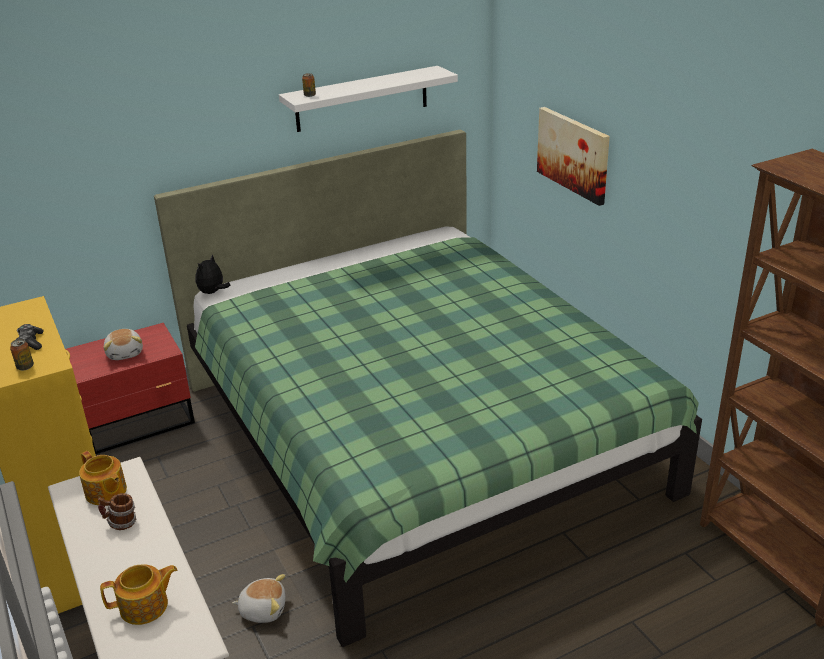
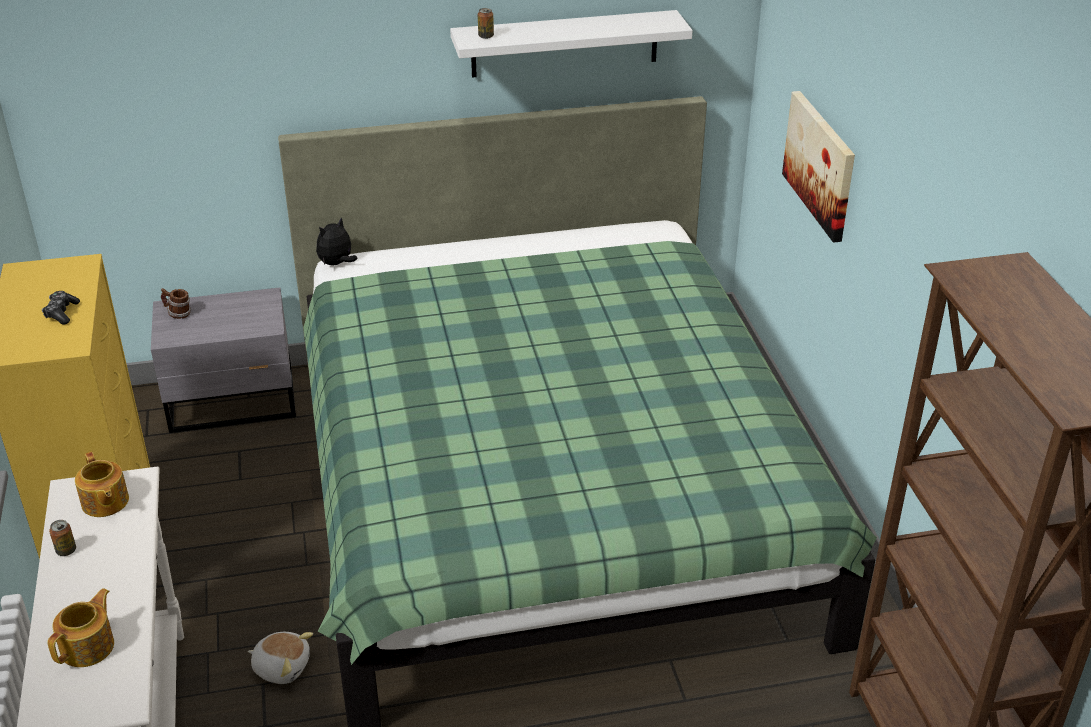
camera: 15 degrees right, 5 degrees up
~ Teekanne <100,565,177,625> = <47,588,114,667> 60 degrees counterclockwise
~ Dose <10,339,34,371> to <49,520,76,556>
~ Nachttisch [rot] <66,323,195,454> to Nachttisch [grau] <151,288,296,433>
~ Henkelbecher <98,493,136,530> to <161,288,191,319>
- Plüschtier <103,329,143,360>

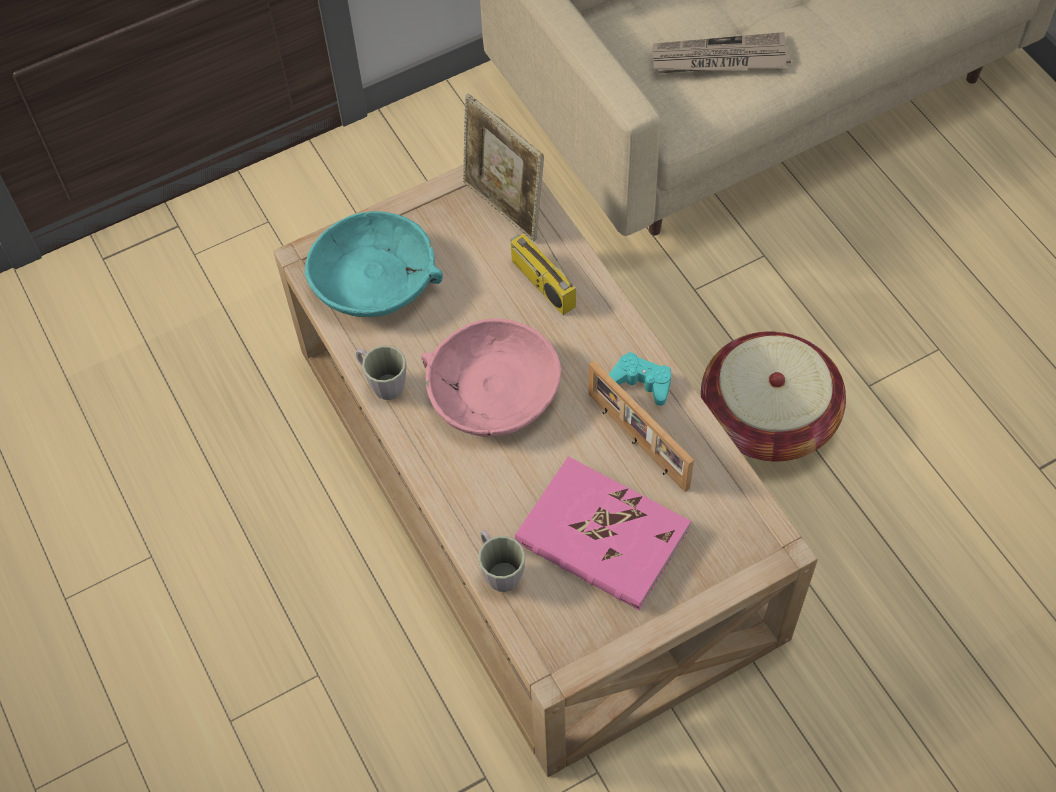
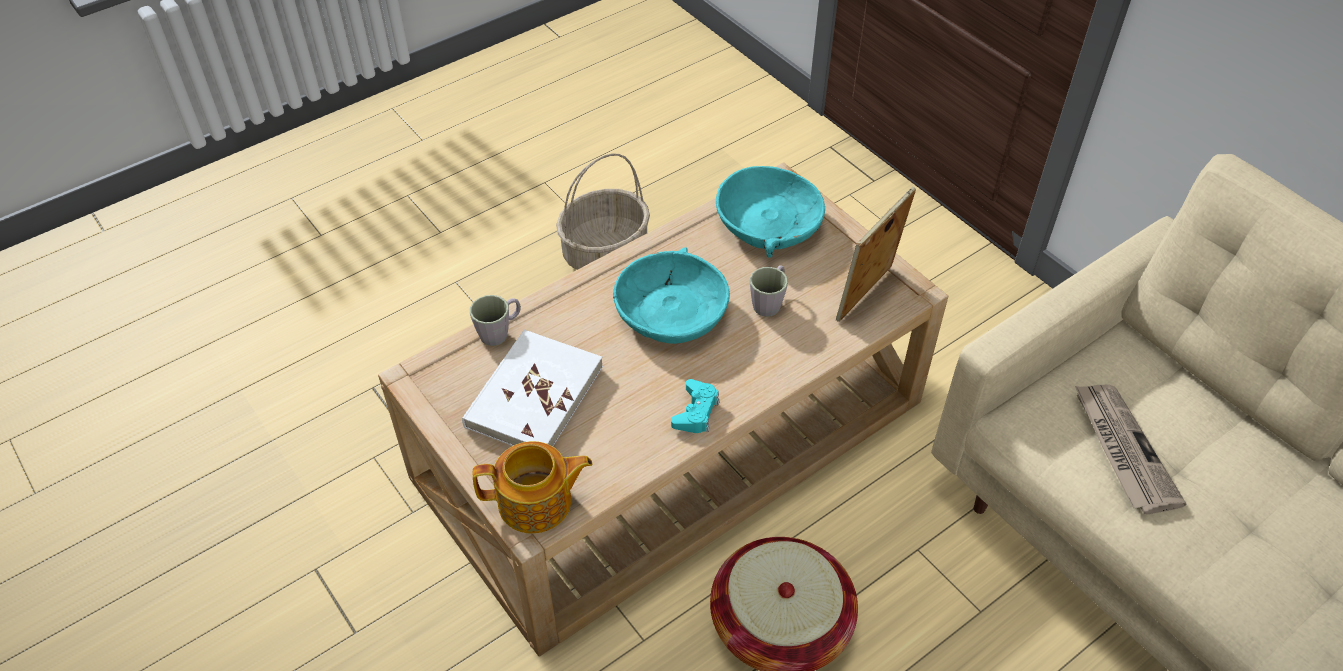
camera: 80 degrees right, 10 degrees down
~ Buch [rosa] <515,456,691,610> to Buch [weiß] <462,329,603,447>
+ Teekanne <473,441,593,534>
+ Korb <556,153,650,270>
~ Schüssel [rosa] <421,318,562,437> to Schüssel [türkis] <613,247,730,344>
~ Henkelbecher [grau] <356,345,406,400> to <750,265,788,317>
- Radio <510,211,576,315>
- Bilderrahmen <589,361,694,492>

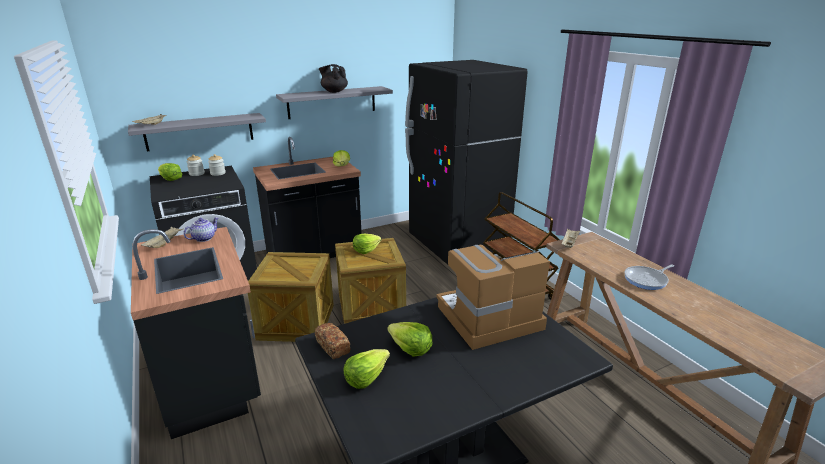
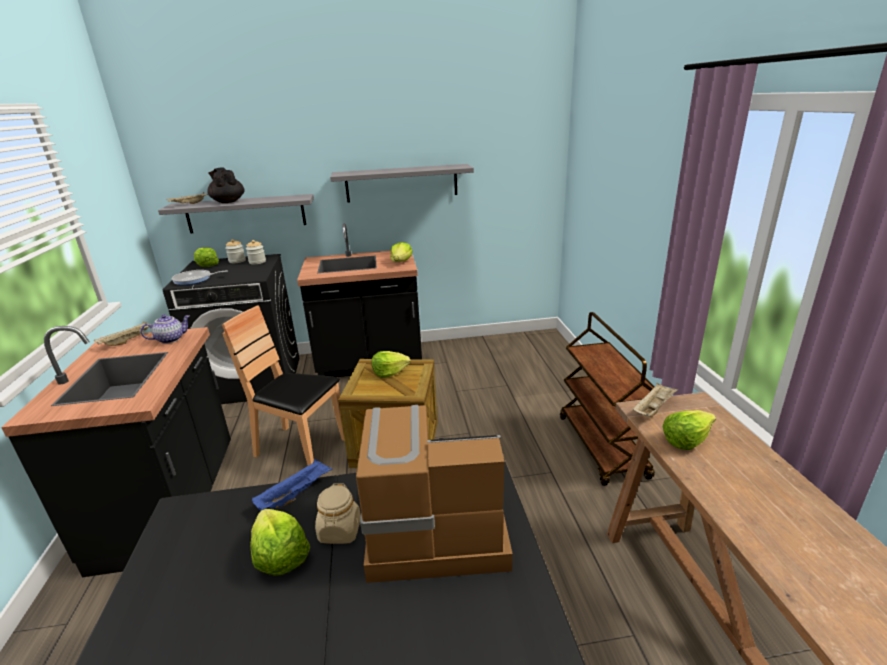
camera: 20 degrees right, 0 degrees up
~ Pfanne <625,264,674,290> to <172,270,228,285>
~ Teekanne [schwarz] <319,64,348,93> to <207,167,244,203>
~ Kiste <248,252,334,342> to Stuhl [braun] <222,305,345,465>
+ Tablett [blau] <252,459,332,511>
+ Vorratsglas [beige] <315,483,361,544>
~ Salatkopf <344,349,390,389> to <663,410,716,450>
- Brot <315,323,350,359>
- Kühlschrank [schwarz] <405,60,528,264>

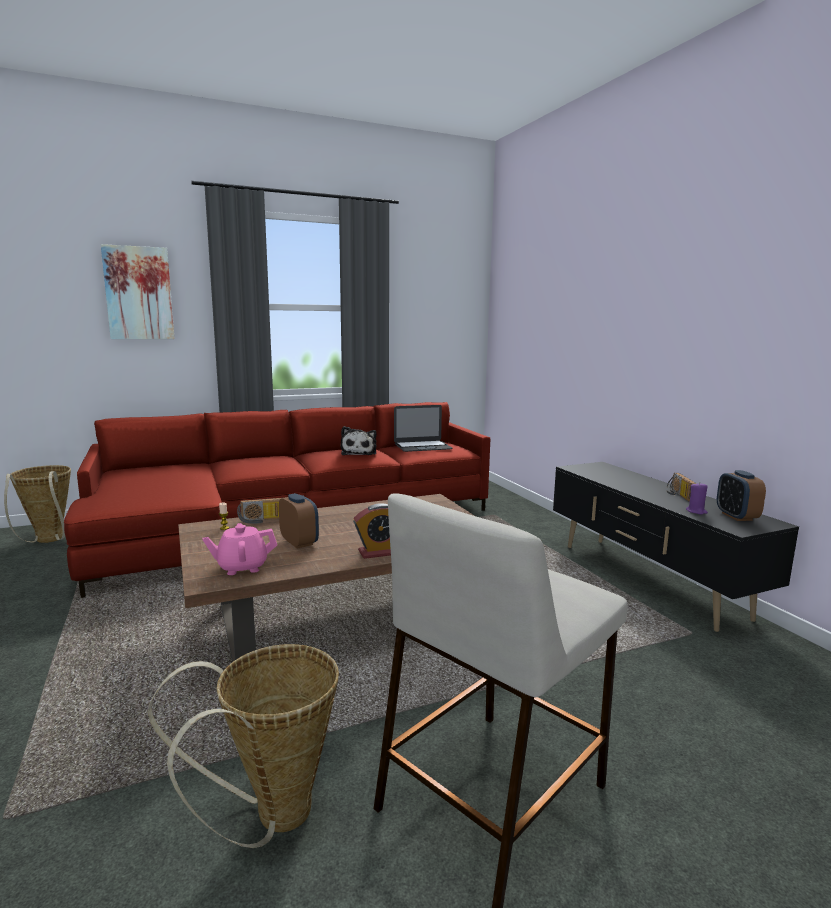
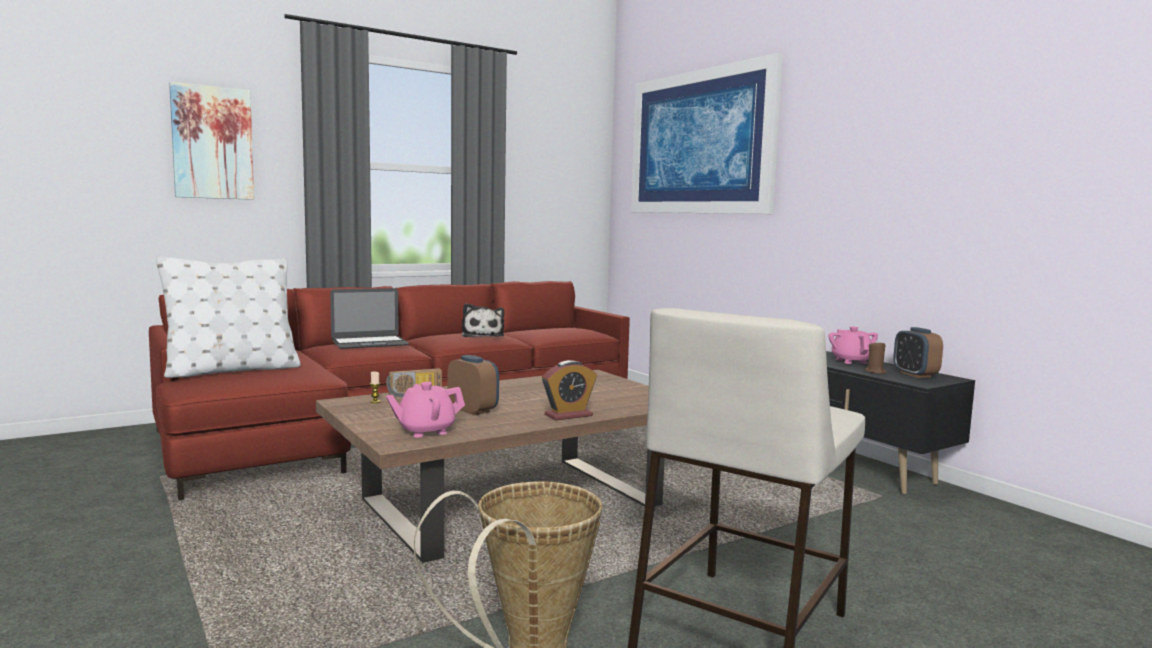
camera: 10 degrees left, 5 degrees down
+ Kissen [weiß] <156,256,300,378>
~ Laptop <394,405,452,452> to <330,288,409,349>
+ Bild <631,53,783,214>
~ Radio <667,473,697,502> to Teekanne [rosa] <828,326,878,364>
~ Kerze [lila] <686,483,708,515> to Kerze [braun] <865,341,887,374>
- Korb <4,465,71,543>

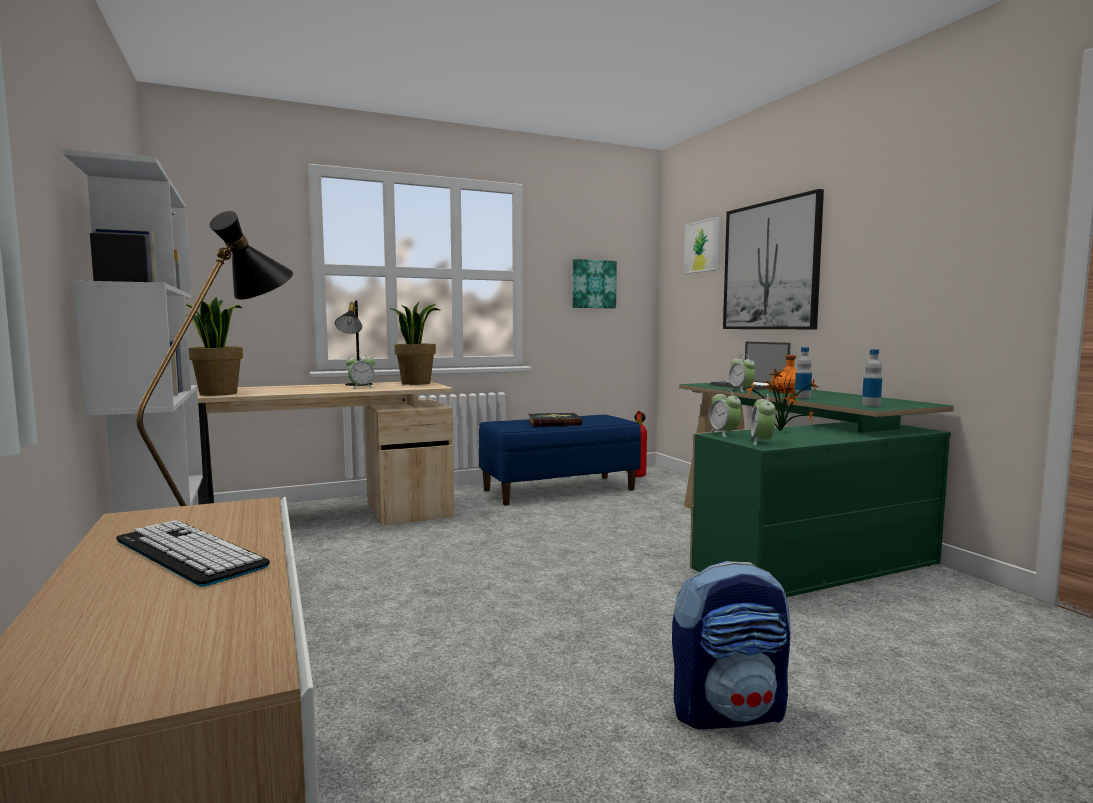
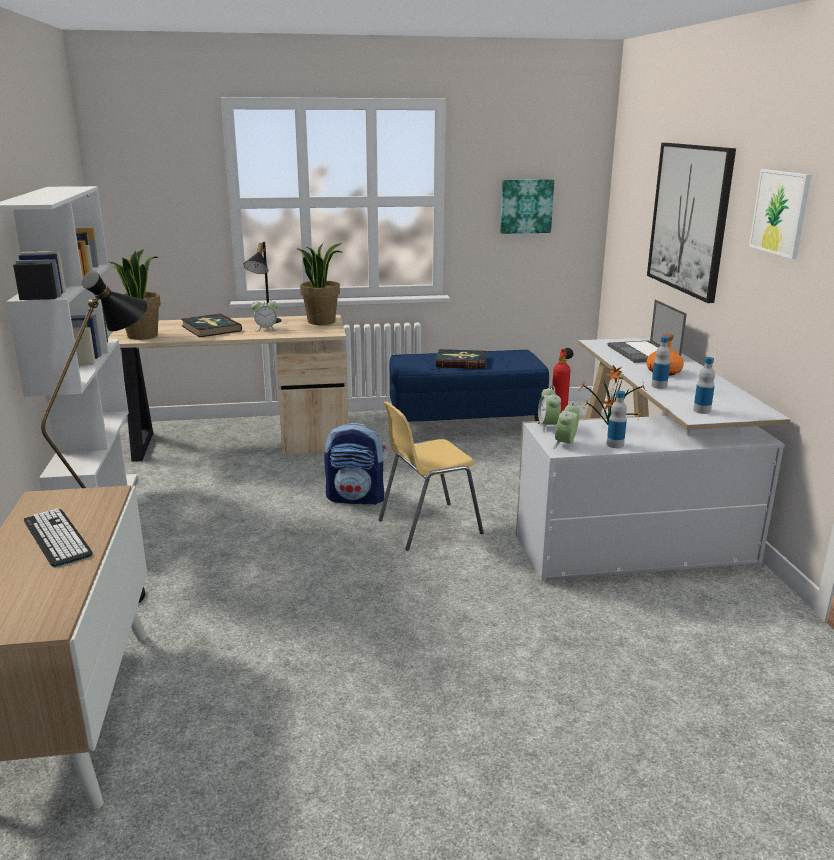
camera: 15 degrees right, 15 degrees up
+ Buch <181,314,242,338>
~ Rucksack <672,561,791,729> to <324,423,386,505>
+ Stuhl [gelb] <379,401,484,551>
~ Schreibtisch [grün] <679,383,954,597> to Schreibtisch [weiß] <516,337,791,581>
+ Flasche <607,391,627,448>
~ Bild <684,217,720,274> to <749,169,811,259>
- Wecker <728,354,755,392>

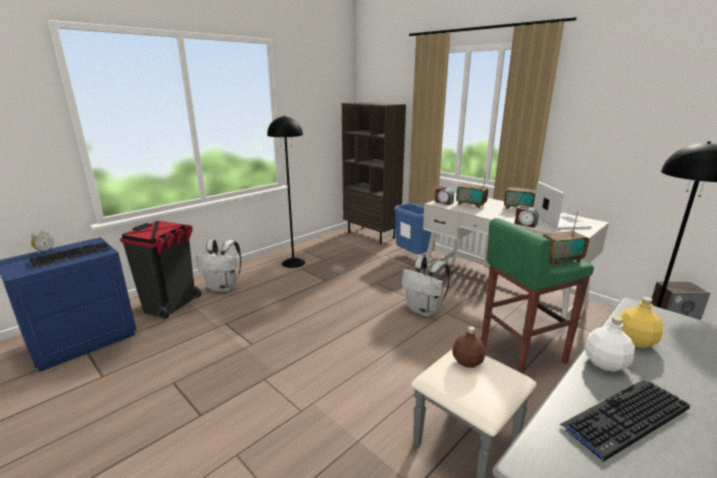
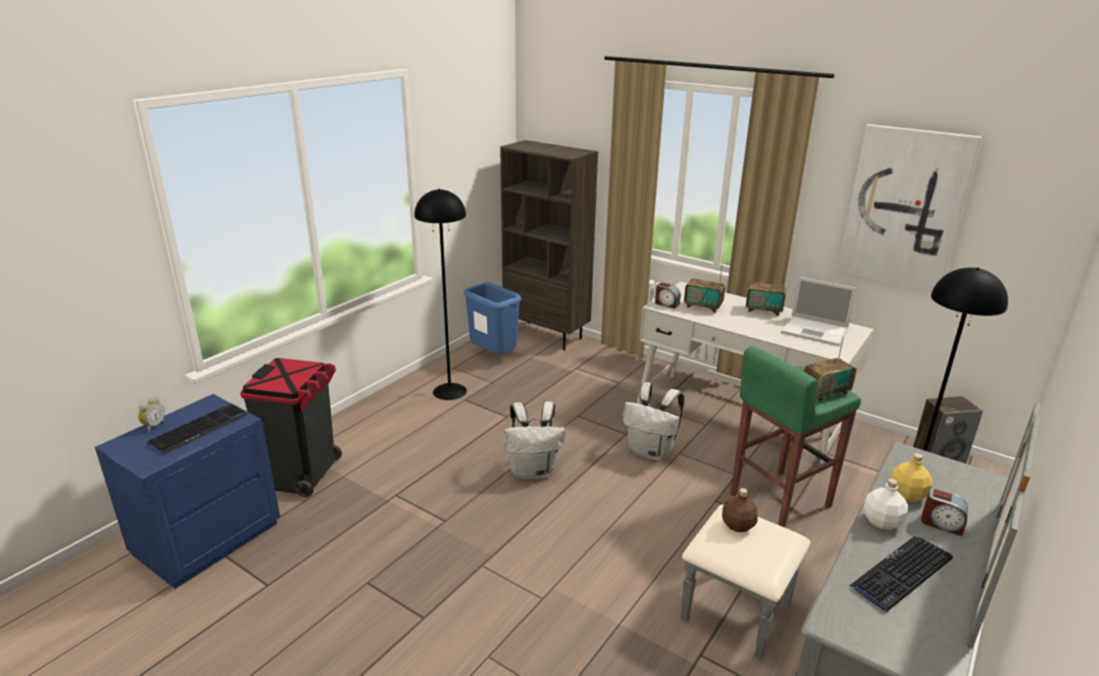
camera: 10 degrees left, 5 degrees up
~ Mülleimer [blau] <394,203,431,254> to <463,282,522,354>
~ Rucksack [weiß] <196,239,241,292> to <505,401,566,480>
~ Laptop <533,182,592,230> = <781,277,857,346> 135 degrees clockwise
+ Bild <837,124,982,292>
~ Wecker <515,205,539,228> to <921,488,968,536>

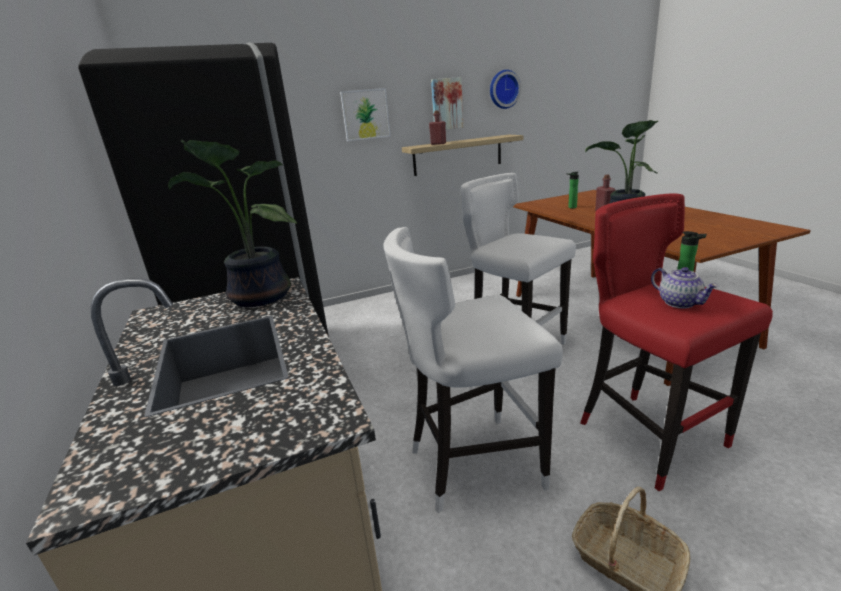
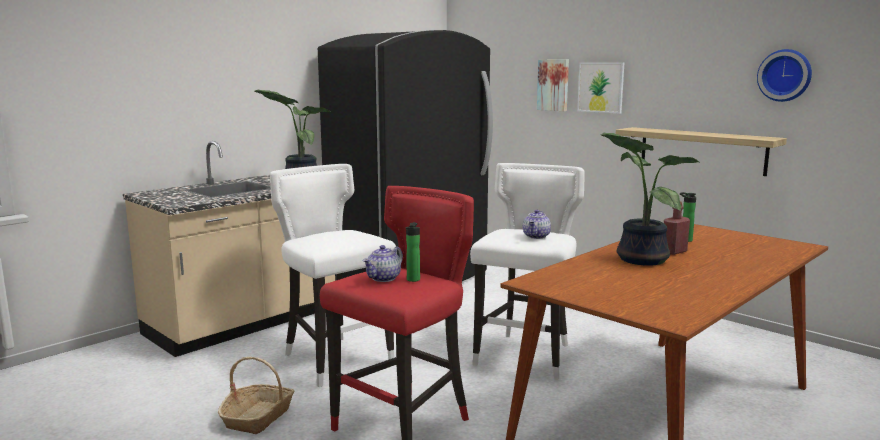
camera: 65 degrees right, 10 degrees down
+ Teekanne <523,210,551,239>
~ Bild <431,77,463,129> to <537,59,569,111>
- Flasche [rot] <429,110,446,145>

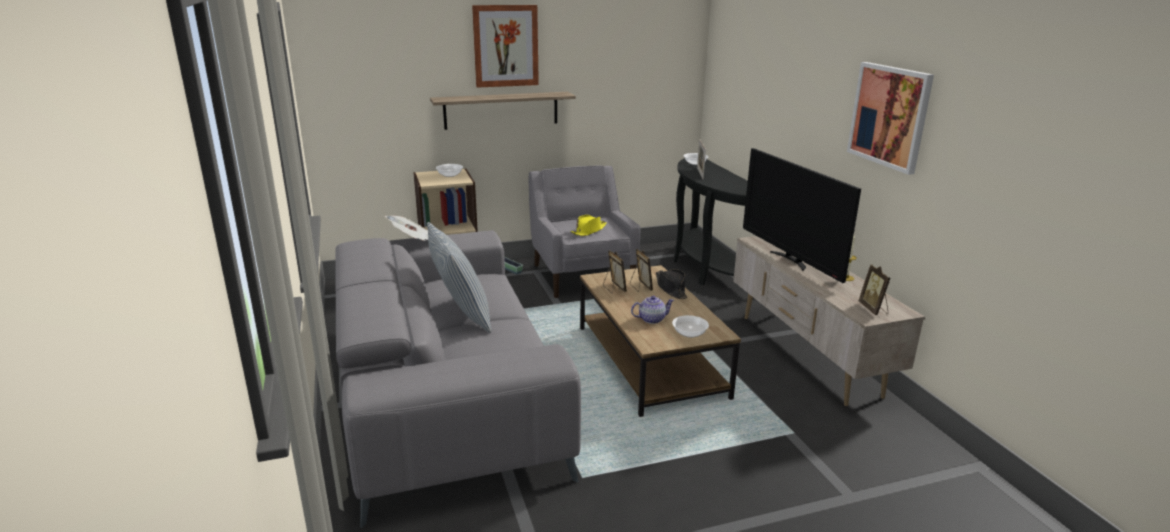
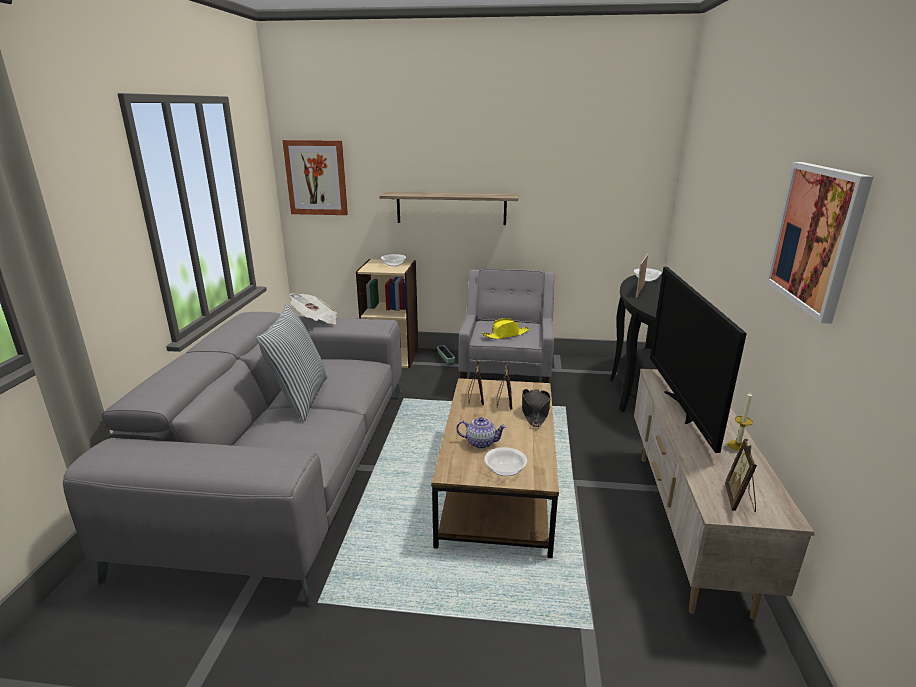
camera: 25 degrees right, 0 degrees up
~ Bild <472,5,539,88> to <282,140,348,215>

